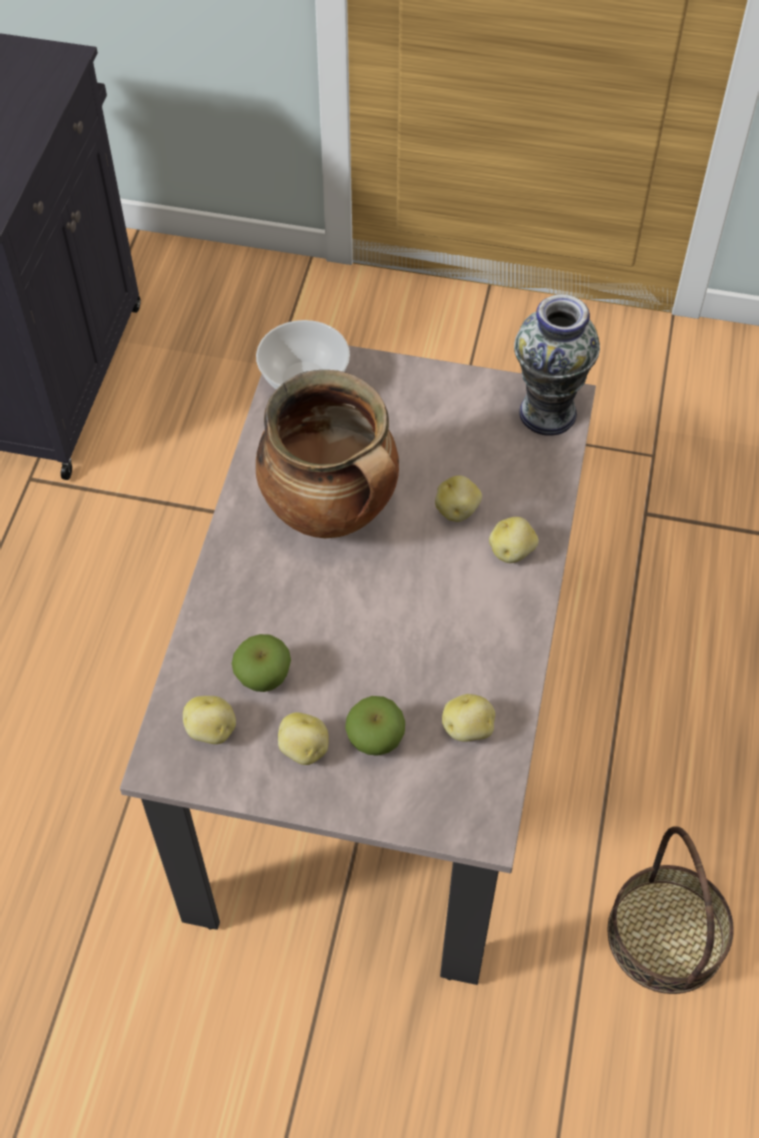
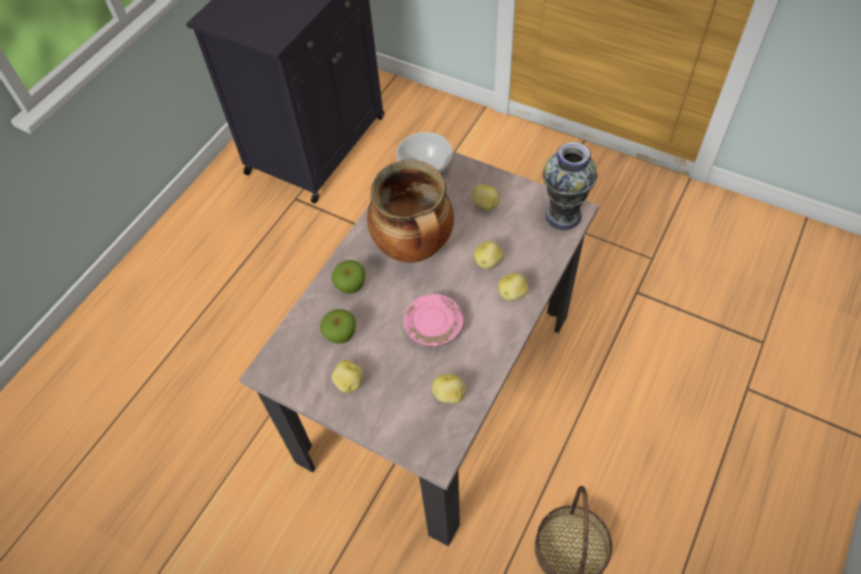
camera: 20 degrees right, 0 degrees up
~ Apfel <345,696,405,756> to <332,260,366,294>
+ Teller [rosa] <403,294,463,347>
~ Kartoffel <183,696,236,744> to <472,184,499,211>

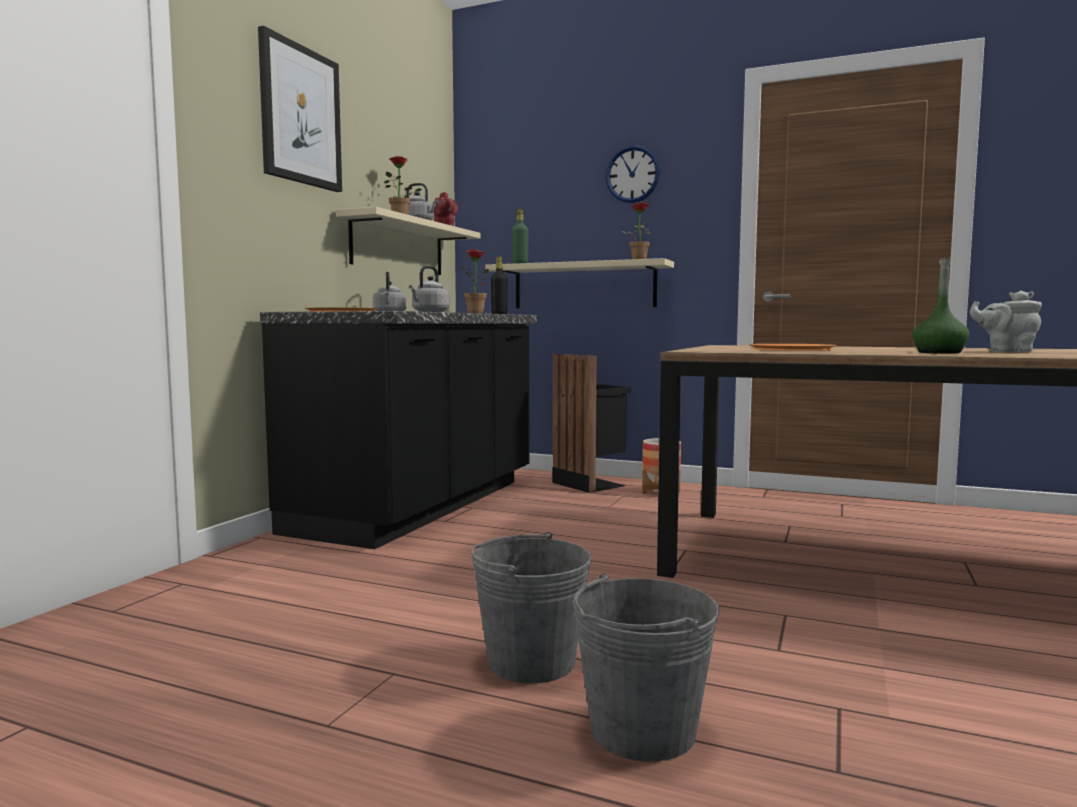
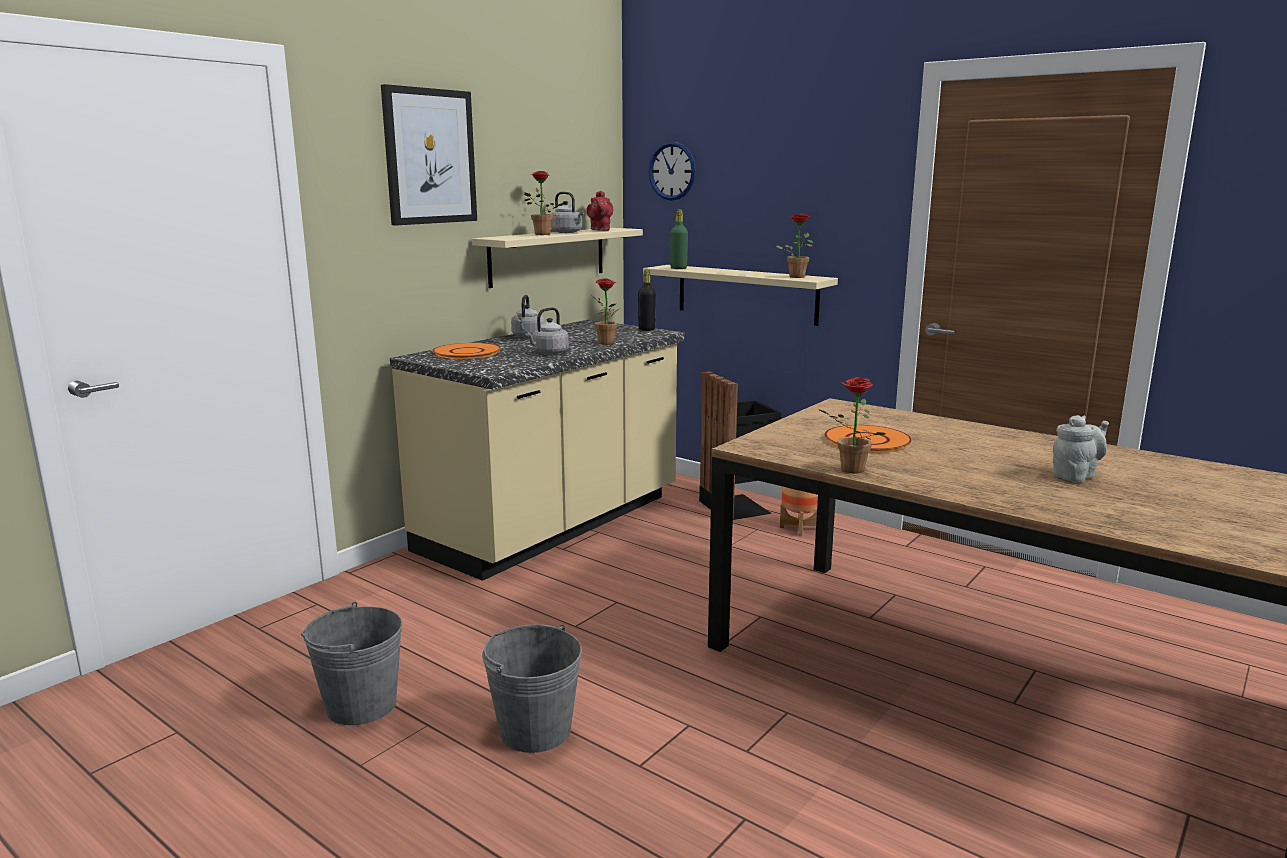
camera: 15 degrees right, 10 degrees up
~ Eimer [grau] <573,573,720,762> to <301,602,403,725>
~ Küchenzeile [schwarz] <260,311,537,549> to Küchenzeile [beige] <390,320,684,581>
~ Wanduhr <605,145,660,203> to <649,142,696,201>
+ Topfpflanze <818,377,886,473>
~ Teekanne [grau] <970,291,1042,352> = <1052,415,1109,482> 120 degrees clockwise
- Flasche [grün] <913,257,969,354>

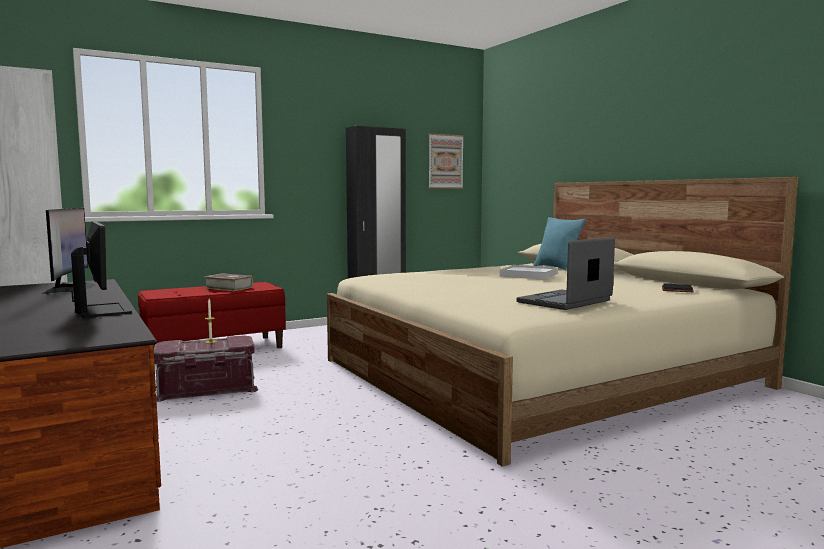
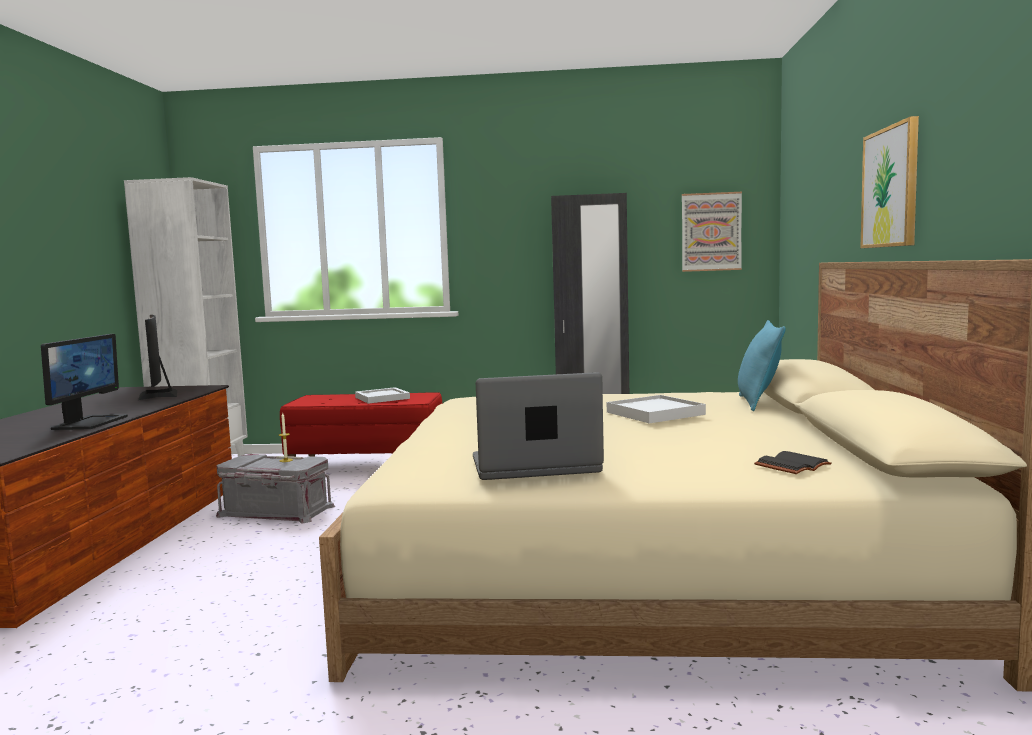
camera: 35 degrees right, 0 degrees up
~ Monitor <42,208,95,294> = <138,315,177,400> 135 degrees clockwise
~ Aufbewahrungsbox [rot] <154,335,258,402> to Aufbewahrungsbox [grau] <216,454,335,523>
~ Buch <204,273,253,291> to Tablett [weiß] <355,387,410,404>
+ Bild <860,116,919,248>

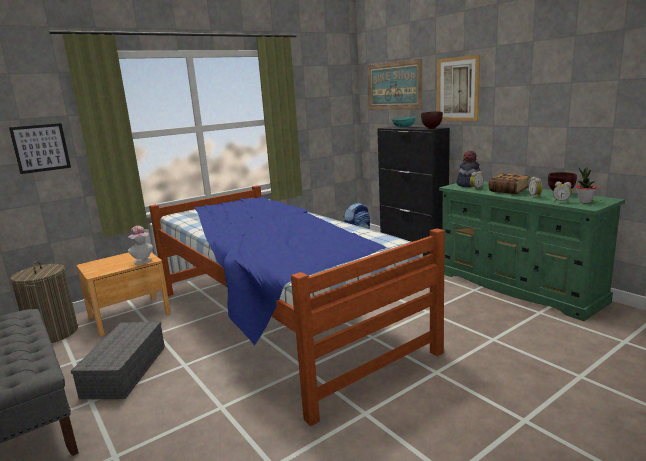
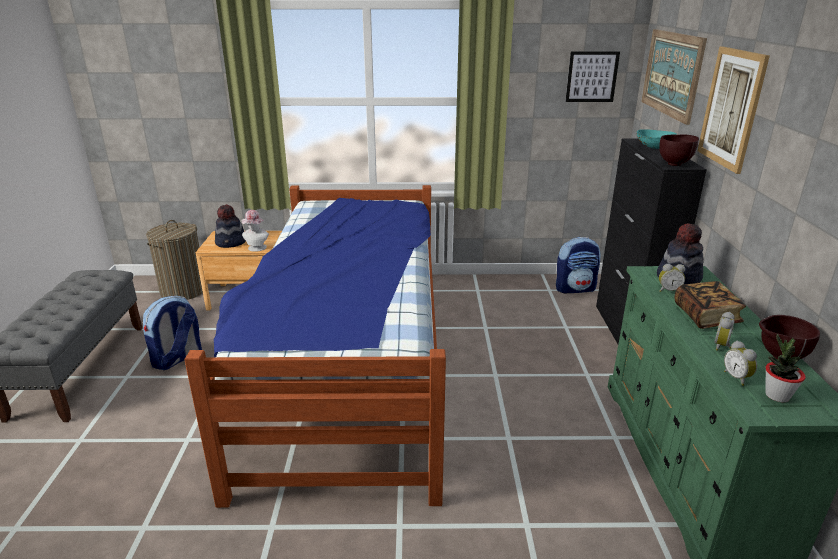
camera: 35 degrees right, 10 degrees up
~ Aufbewahrungsbox [grau] <71,322,165,399> to Rucksack <143,296,202,370>
+ Hut <215,204,246,248>
~ Bild <9,123,71,174> to <565,51,620,102>

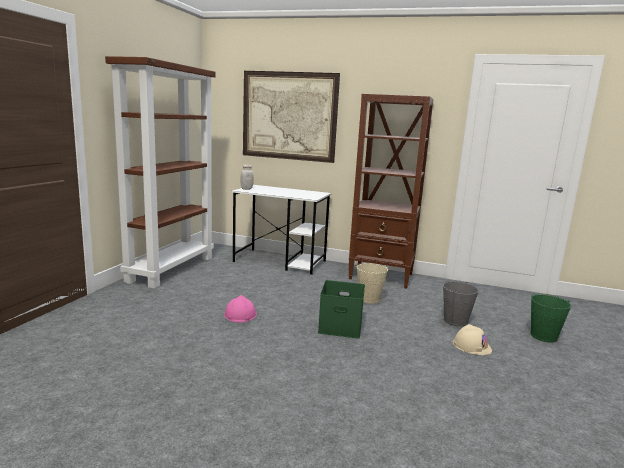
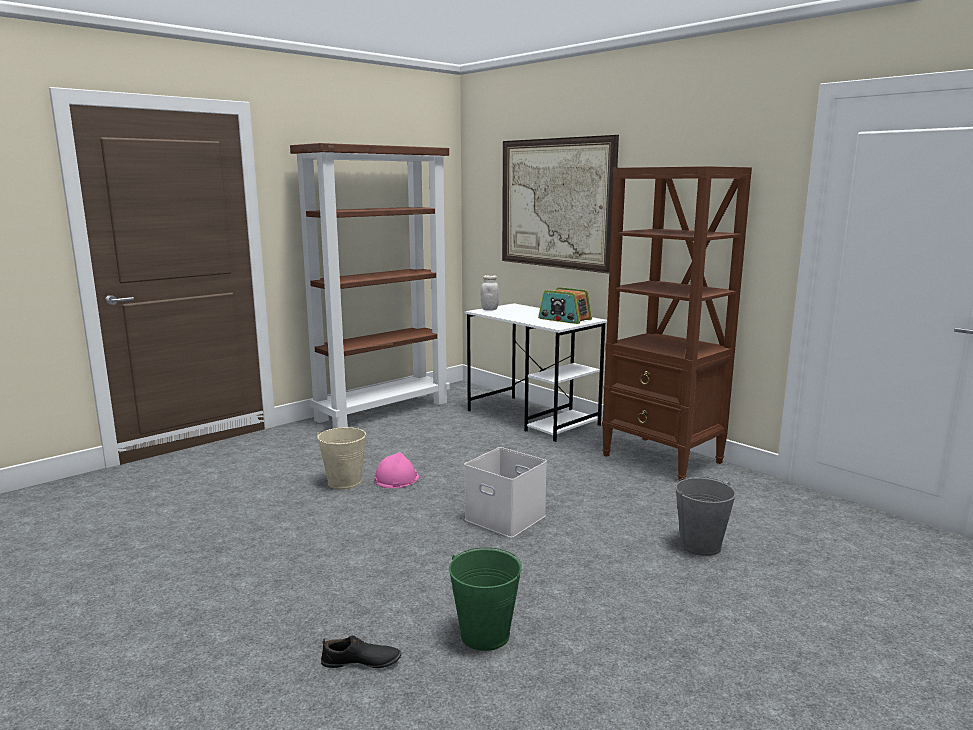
camera: 30 degrees right, 0 degrees up
~ Eimer [beige] <357,263,388,303> to <317,427,366,490>
+ Schuh [schwarz] <321,635,401,668>
~ Eimer [grün] <530,294,571,343> to <449,547,522,651>
~ Aufbewahrungsbox [grün] <318,280,365,339> to Aufbewahrungsbox [weiß] <464,447,547,538>
+ Radio <538,287,592,324>
- Schutzhelm [beige] <453,324,492,355>

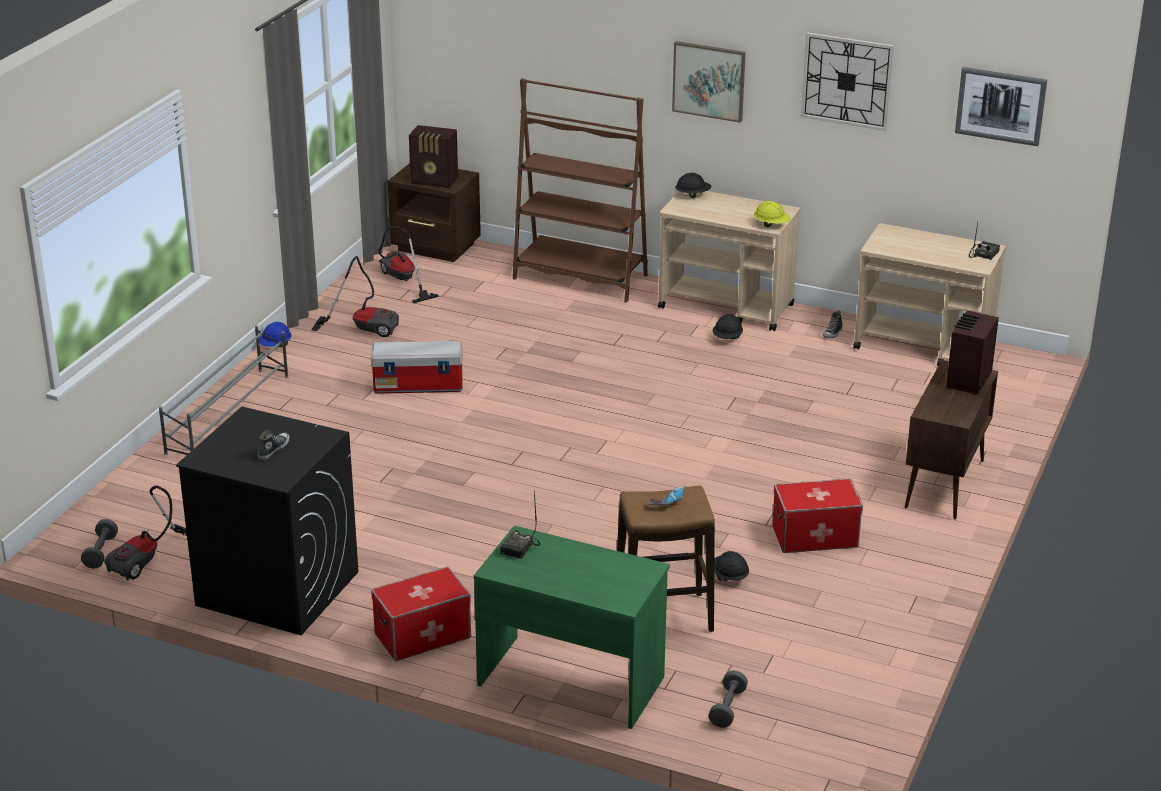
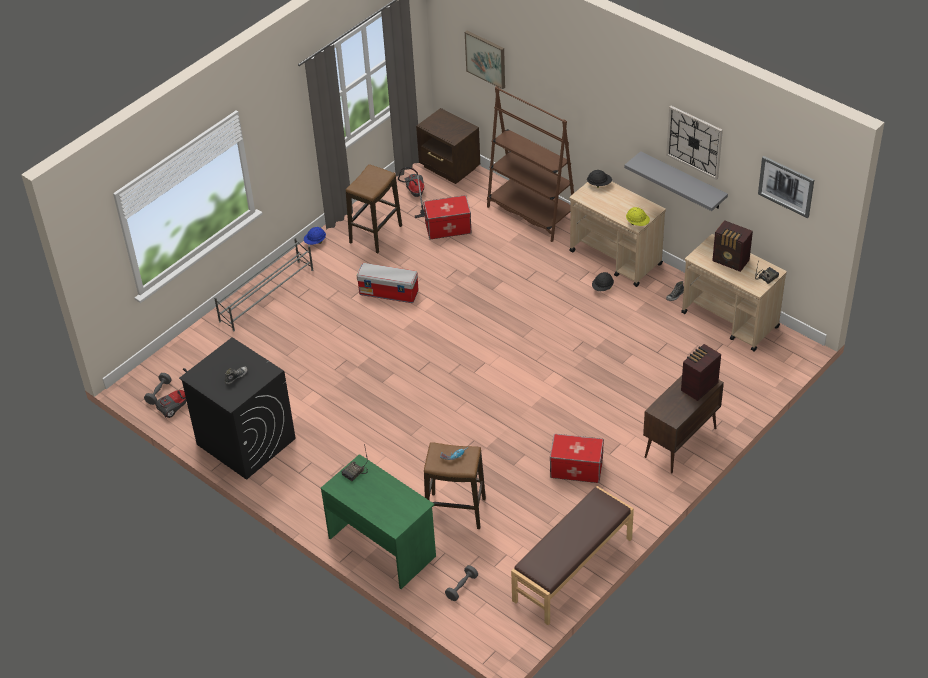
camera: 20 degrees right, 15 degrees up
~ Staubsauger <311,256,399,337> to Hocker <346,164,402,253>
~ Aufbewahrungsbox <371,567,471,661> to <423,195,472,240>
~ Bild <672,41,746,123> to <465,31,505,89>
+ Bank [braun] <511,486,634,625>
+ Wandregal [grau] <624,151,728,211>
~ Radio <409,125,458,188> to <712,220,753,272>
- Schutzhelm [schwarz] <714,551,749,581>

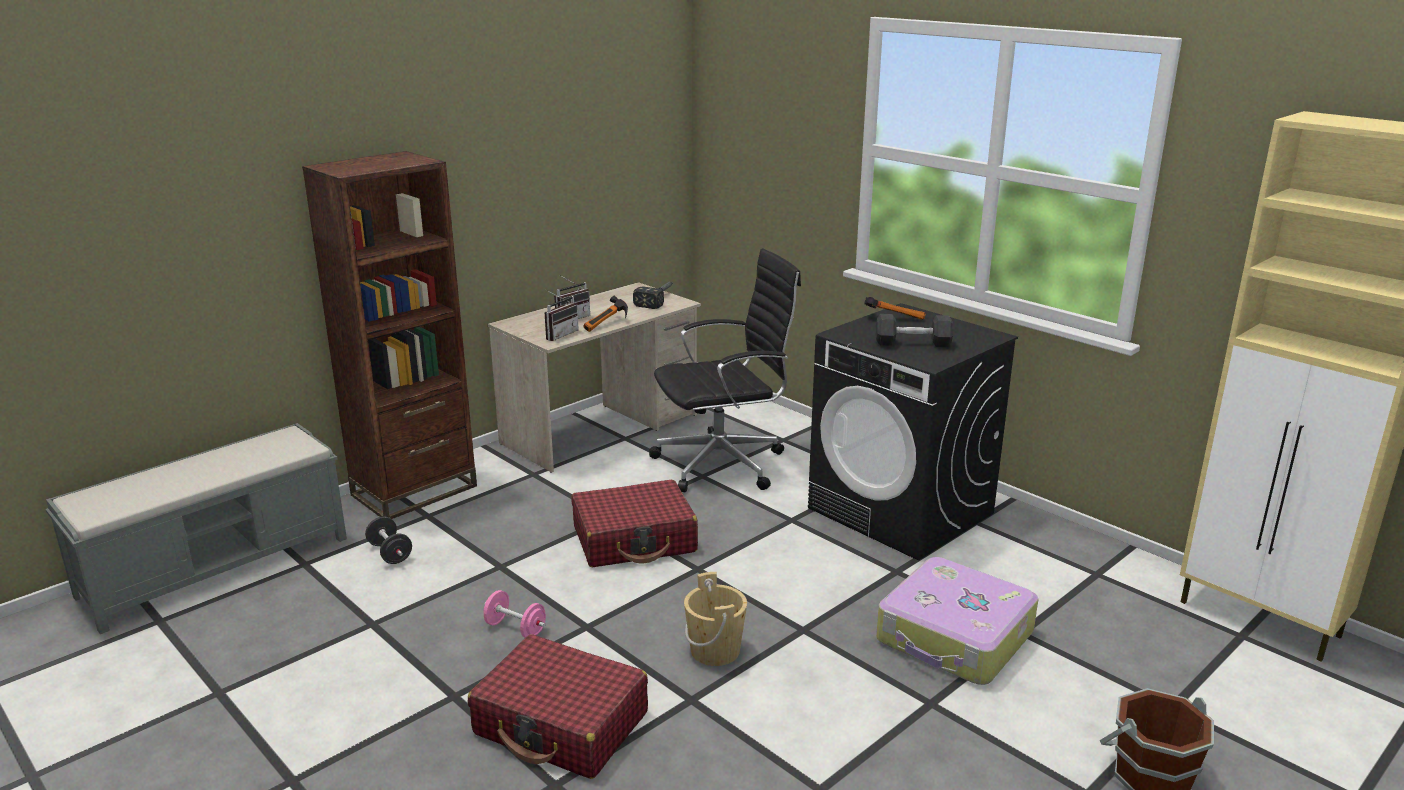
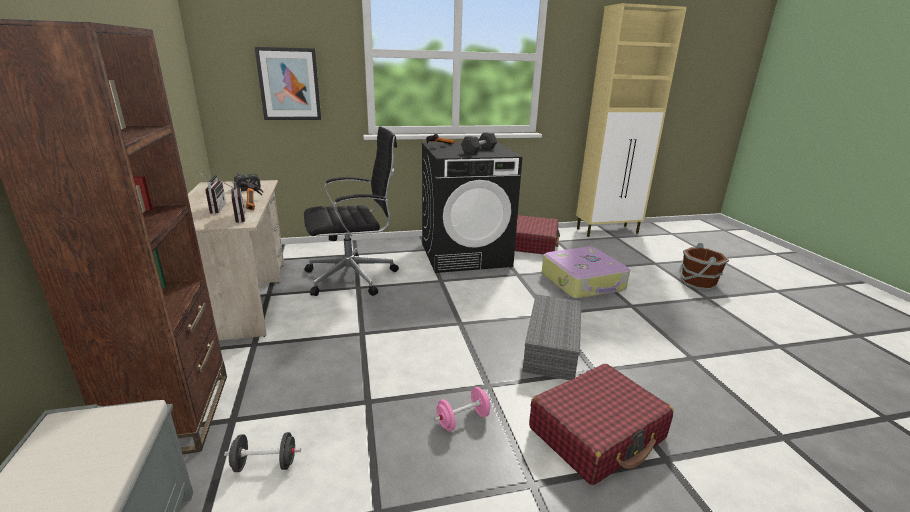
camera: 60 degrees left, 0 degrees up
+ Bild <255,47,321,120>
~ Bürostuhl [schwarz] <649,248,801,492> = <304,126,399,296> 60 degrees clockwise
~ Koffer [rot] <571,480,698,567> to <515,215,560,255>
~ Eimer [beige] <684,572,747,666> to Aufbewahrungsbox [grau] <522,295,581,380>

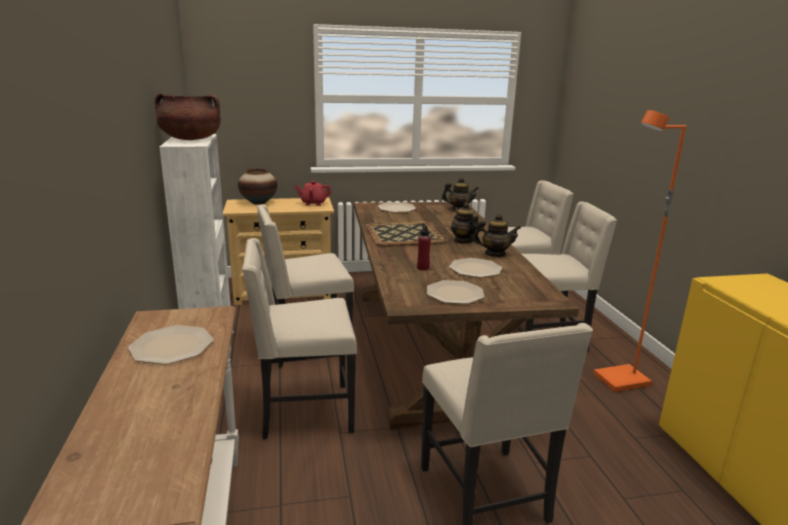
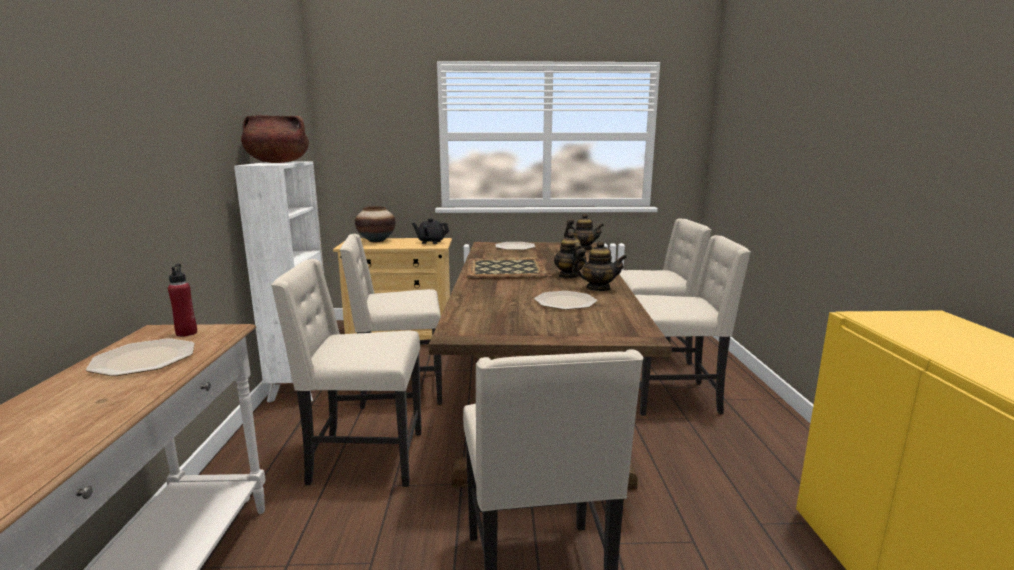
camera: 10 degrees right, 5 degrees down
~ Flasche [rot] <417,223,431,271> to <168,264,197,337>
~ Teekanne [rot] <295,181,331,206> to Teekanne [schwarz] <412,218,449,244>
- Teller <427,280,484,304>
- Stehlampe [orange] <594,110,686,392>

